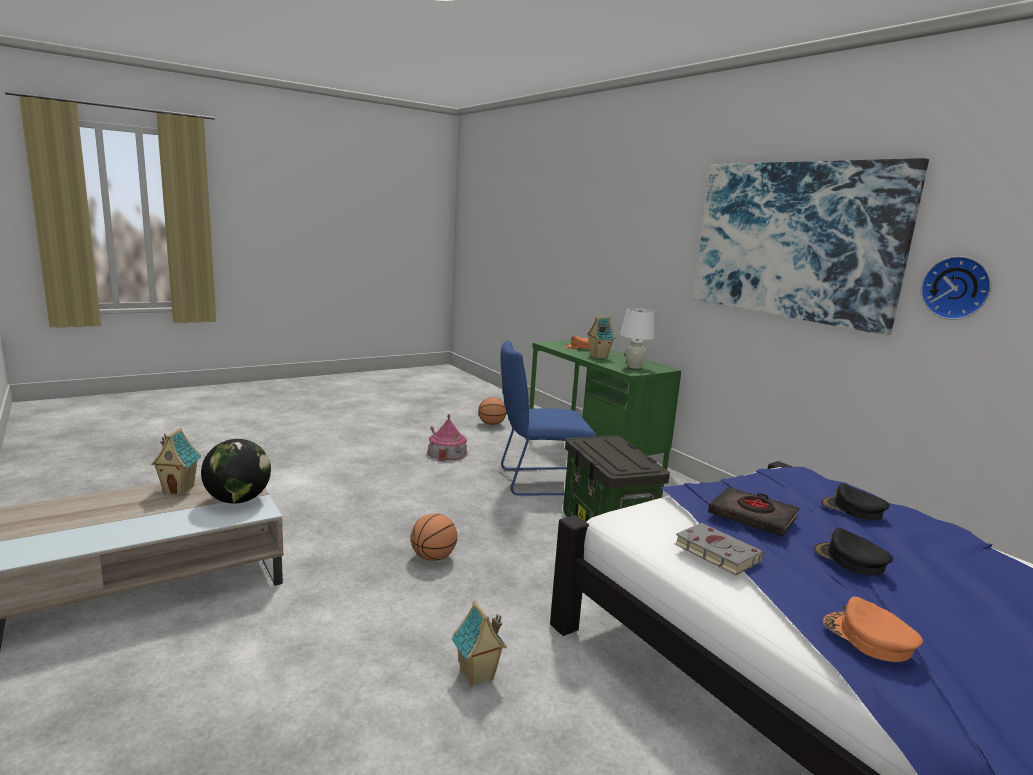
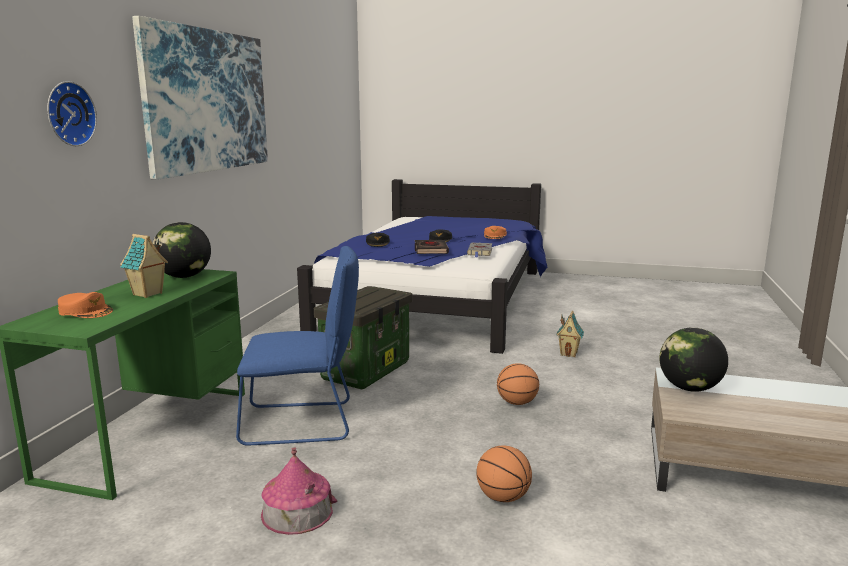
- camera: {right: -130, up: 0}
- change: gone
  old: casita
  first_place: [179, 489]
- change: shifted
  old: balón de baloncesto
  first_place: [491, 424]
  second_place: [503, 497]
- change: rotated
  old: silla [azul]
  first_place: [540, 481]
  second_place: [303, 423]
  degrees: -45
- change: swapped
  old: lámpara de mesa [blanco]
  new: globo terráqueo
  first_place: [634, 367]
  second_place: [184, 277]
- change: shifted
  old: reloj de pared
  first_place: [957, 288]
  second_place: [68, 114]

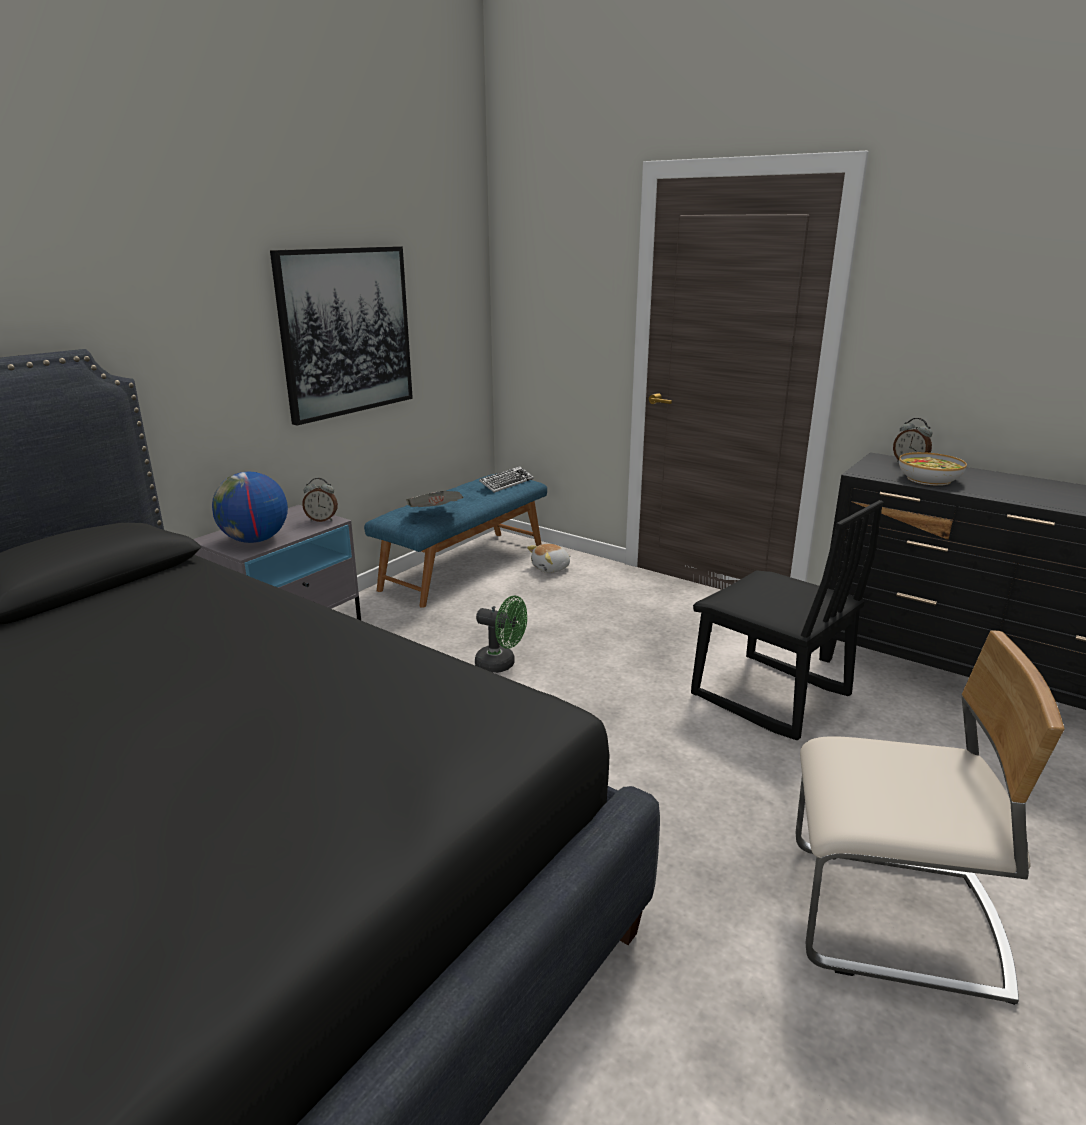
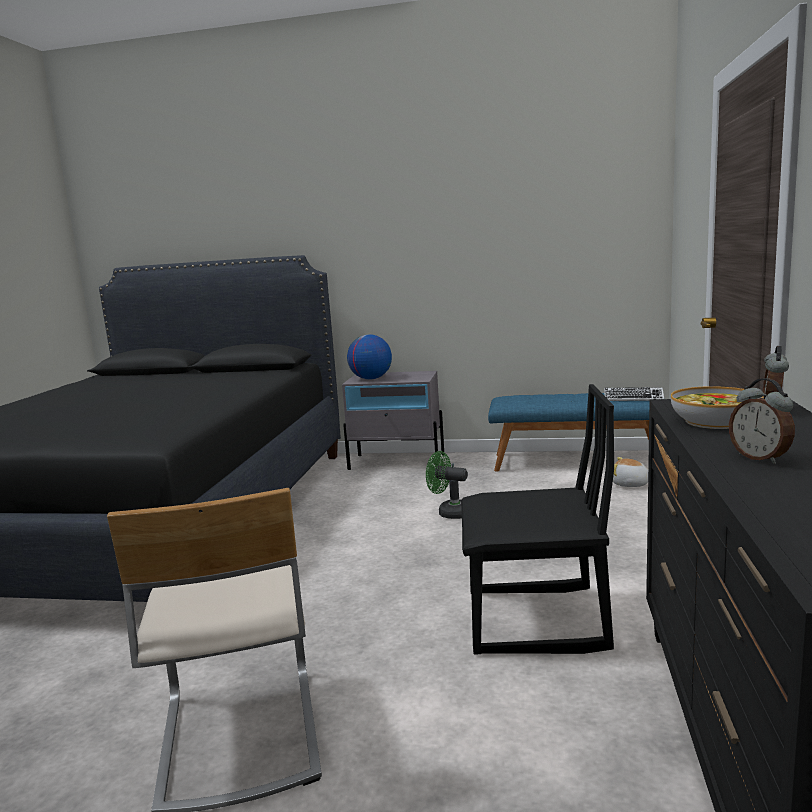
- camera: {right: 65, up: -10}
- change: gone
  old: cuadro
  first_place: [346, 332]
- change: shifted
  old: despertador
  first_place: [322, 520]
  second_place: [760, 458]
- change: gone
  old: periódico
  first_place: [435, 515]
- change: rotated
  old: ventilador [verde]
  first_place: [501, 664]
  second_place: [449, 512]
  degrees: 120
- change: rotated
  old: silla [negro]
  first_place: [769, 696]
  second_place: [535, 621]
  degrees: -105

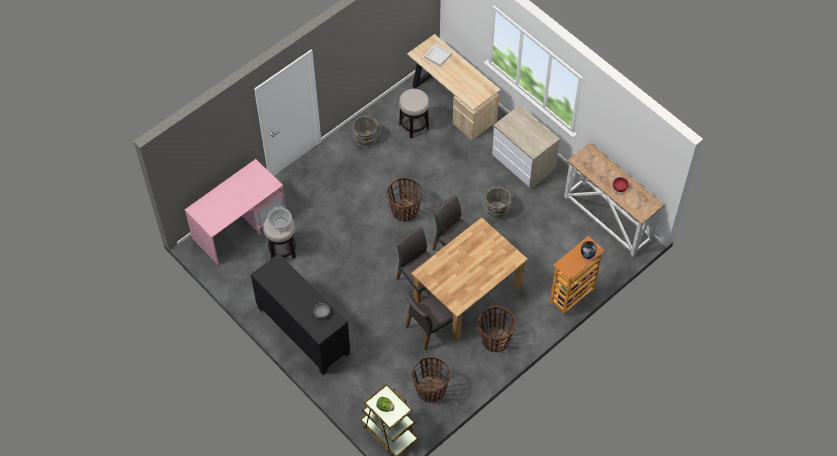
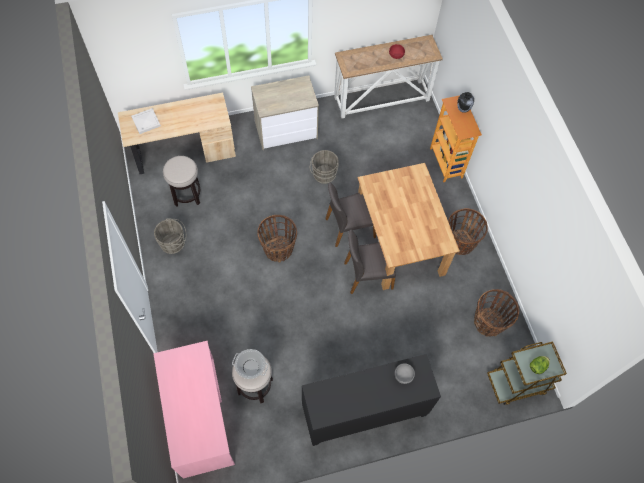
- camera: {right: -65, up: 5}
- change: gone
  old: silla [gris]
  first_place: [431, 328]

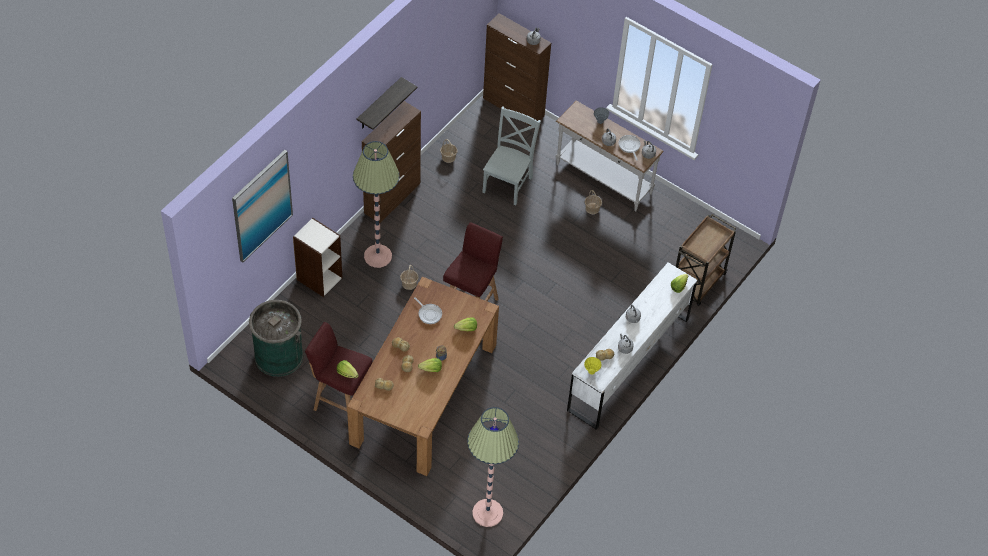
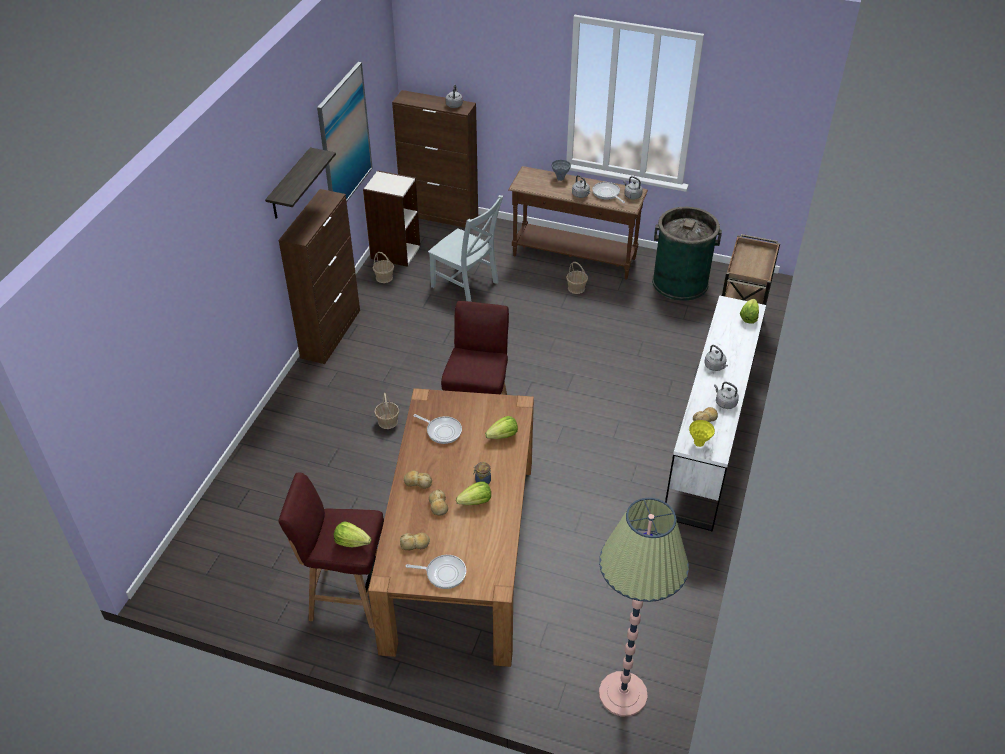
- camera: {right: -15, up: -10}
- change: shifted
  old: cuadro
  first_place: [262, 205]
  second_place: [344, 139]
- change: shifted
  old: papelera [verde]
  first_place: [279, 356]
  second_place: [680, 282]
- change: shifted
  old: estantería
  first_place: [319, 278]
  second_place: [395, 252]
- change: gone
  old: lámpara de pie
  first_place: [378, 256]
- change: rotated
  old: silla [gris]
  first_place: [508, 183]
  second_place: [466, 286]
  degrees: 120
- change: repainted
  old: mesa consola [blanco]
  new: mesa consola [marrón]
  first_place: [603, 179]
  second_place: [573, 258]
- change: new
  new: sartén
  second_place: [443, 573]

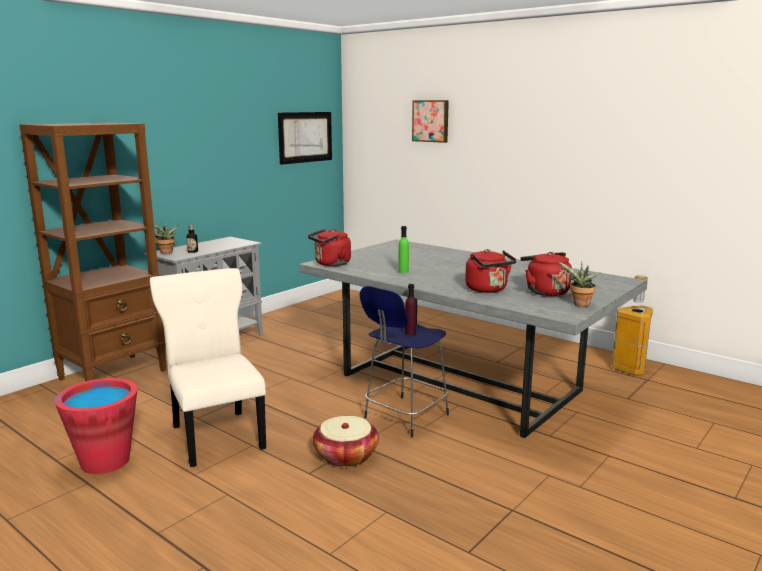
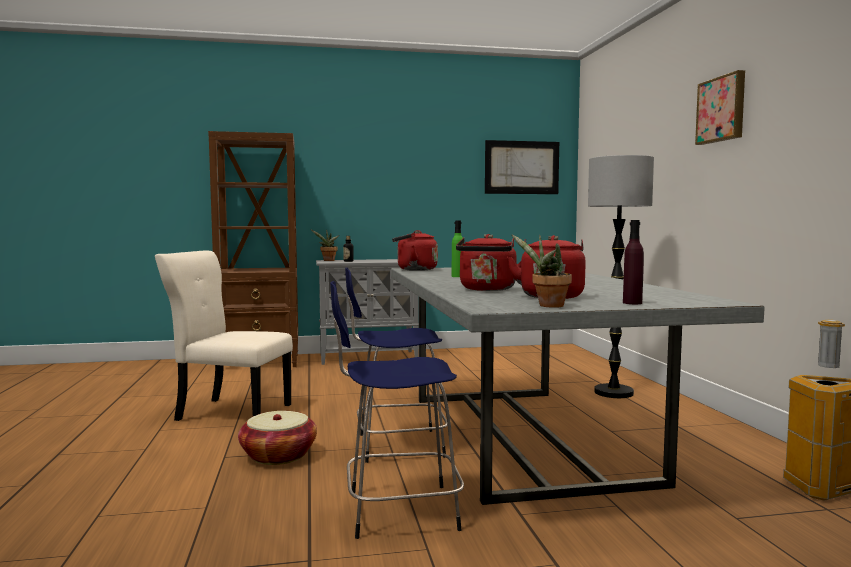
- camera: {right: 40, up: -10}
- change: gone
  old: cubo [rojo]
  first_place: [105, 462]
- change: rotated
  old: silla [beis]
  first_place: [217, 435]
  second_place: [230, 412]
  degrees: -90
- change: shifted
  old: botella [morado]
  first_place: [410, 333]
  second_place: [632, 303]
- change: shifted
  old: cuadro
  first_place: [431, 121]
  second_place: [722, 109]
- change: new
  new: taburete [azul]
  second_place: [397, 510]
- change: new
  new: lámpara de pie
  second_place: [614, 393]

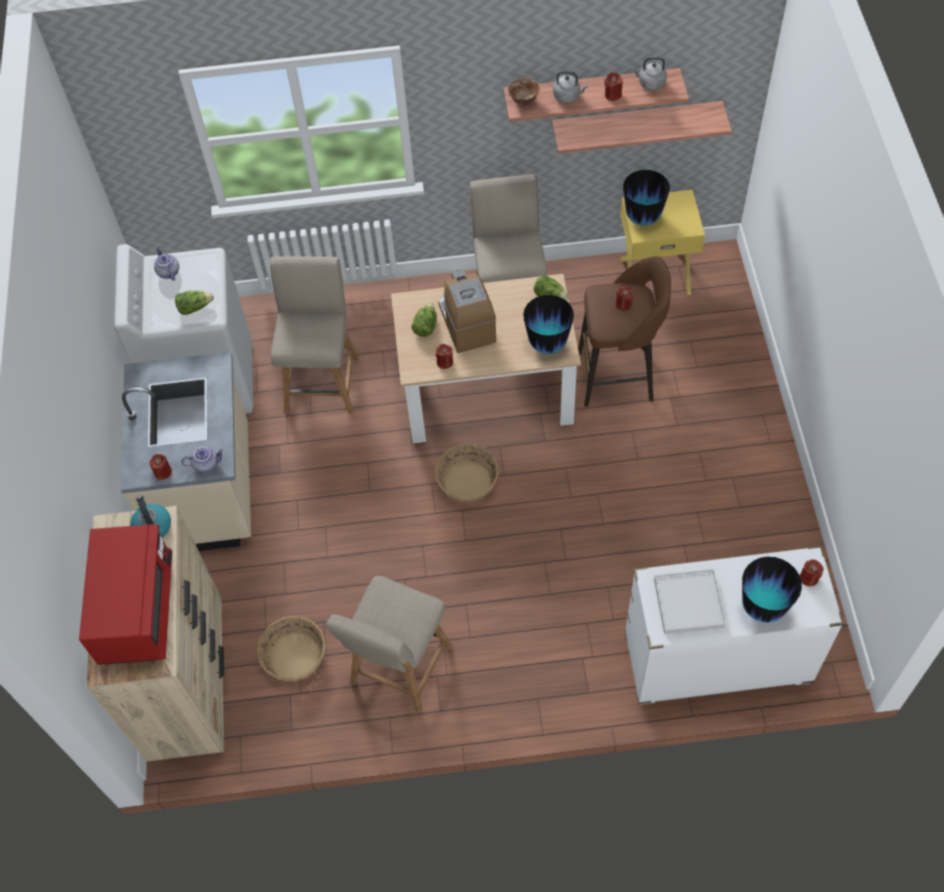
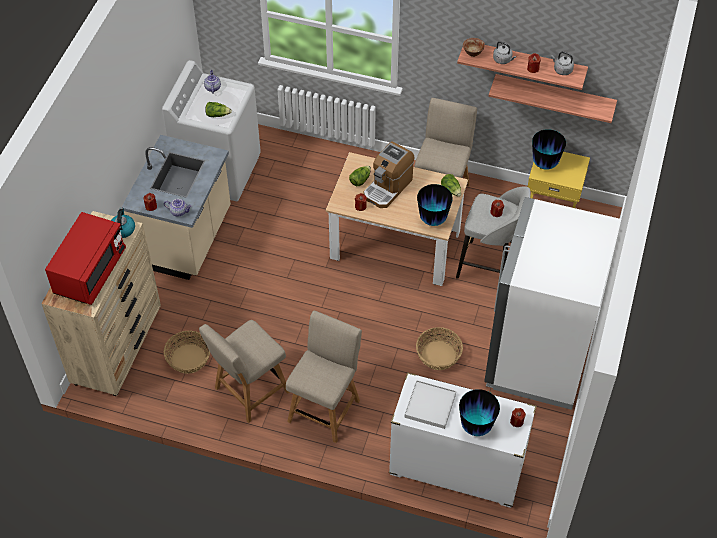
- camera: {right: 20, up: -5}
- change: shifted
  old: silla [beis]
  first_place: [322, 380]
  second_place: [325, 408]
- change: shifted
  old: cesta
  first_place: [467, 482]
  second_place: [438, 355]
- change: rotated
  old: cafetera
  first_place: [467, 323]
  second_place: [387, 187]
  degrees: -150
- change: repainted
  old: taburete [marrón]
  new: taburete [gris]
  first_place: [618, 376]
  second_place: [489, 267]
- change: new
  new: nevera [blanco]
  second_place: [538, 356]

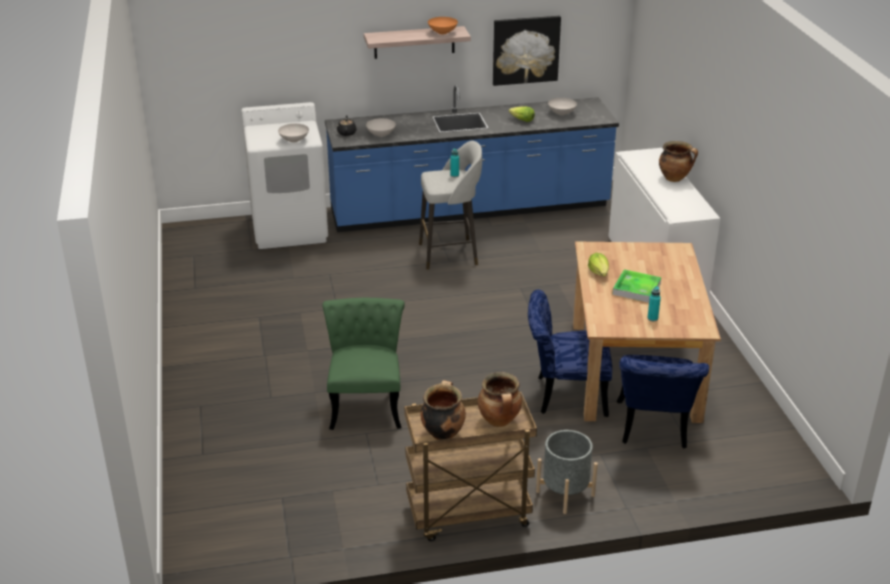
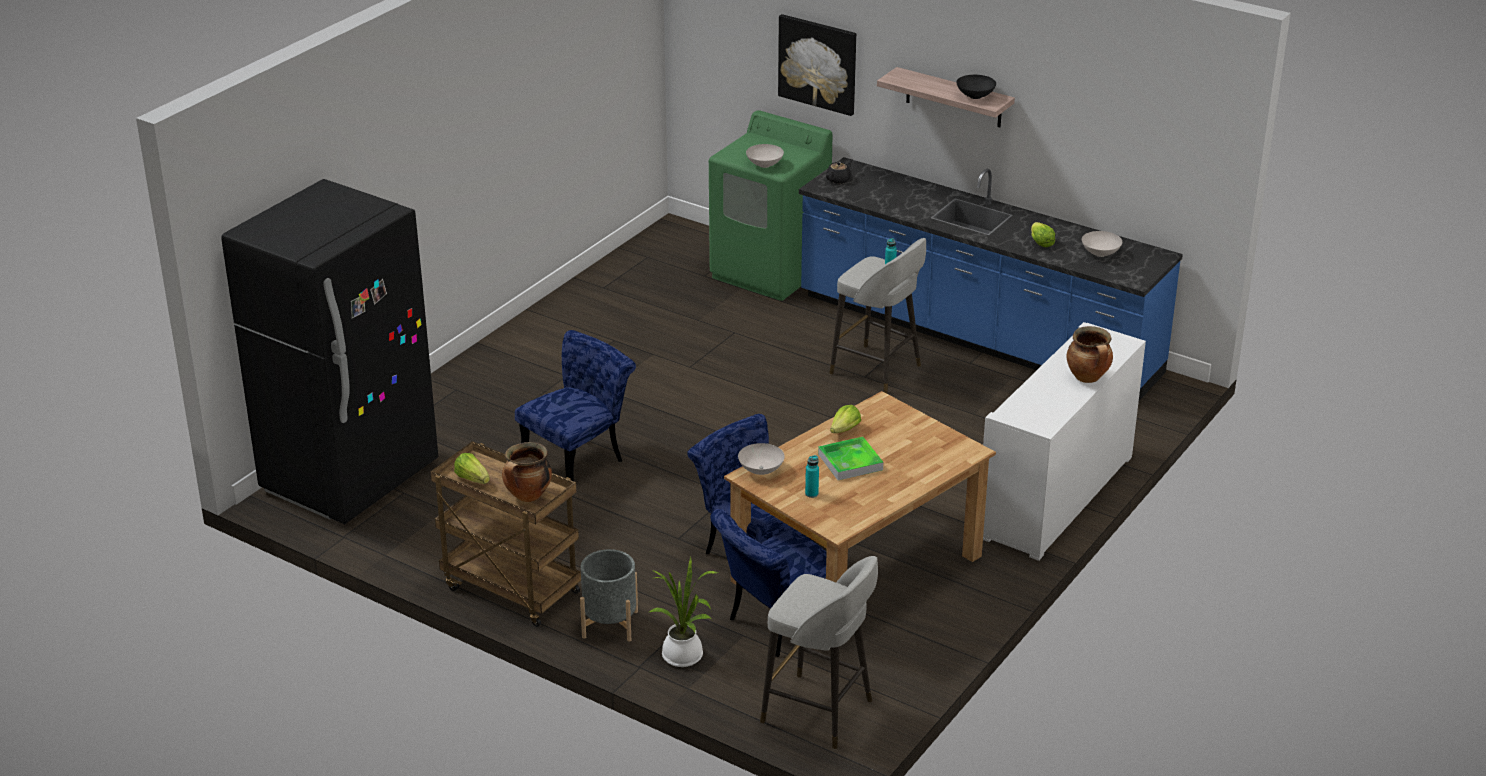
- camera: {right: 45, up: 0}
- change: repainted
  old: lavadora [blanco]
  new: lavadora [verde]
  first_place: [290, 229]
  second_place: [770, 272]
- change: repainted
  old: silla [verde]
  new: silla [azul]
  first_place: [366, 403]
  second_place: [579, 460]
- change: shifted
  old: cuenco [blanco]
  first_place: [381, 134]
  second_place: [761, 470]
- change: swapped
  old: olla
  new: lechuga
  first_place: [442, 433]
  second_place: [472, 479]
- change: repainted
  old: cuenco [naranja]
  new: cuenco [negro]
  first_place: [442, 32]
  second_place: [975, 96]
- change: shifted
  old: cuadro
  first_place: [525, 50]
  second_place: [818, 64]
- change: new
  new: nevera [negro]
  second_place: [350, 478]
- change: new
  new: planta en maceta
  second_place: [684, 657]
- change: new
  new: taburete [gris]
  second_place: [819, 712]

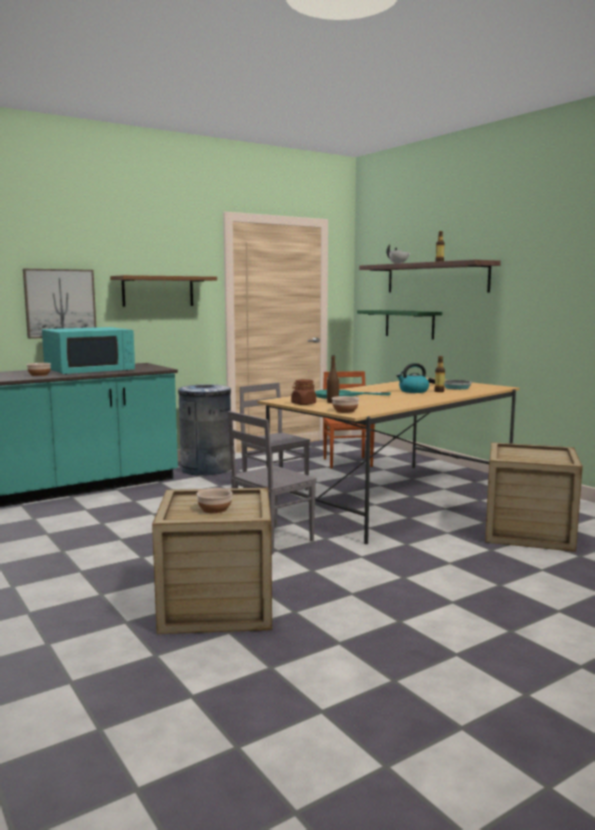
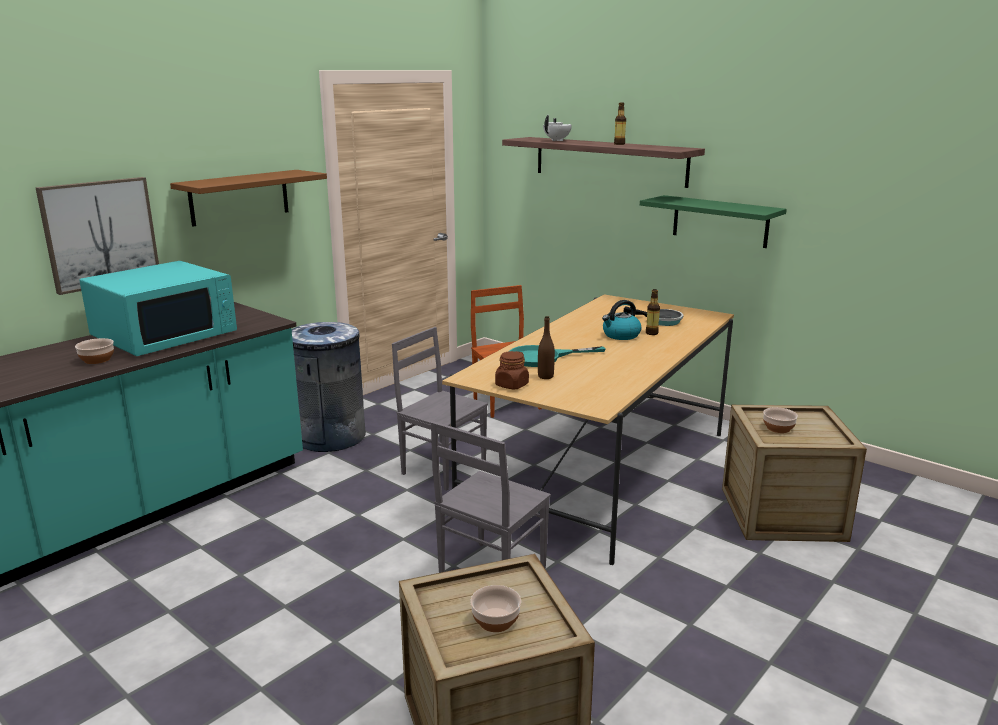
- camera: {right: -15, up: 10}
- change: shifted
  old: cuenco
  first_place: [345, 411]
  second_place: [778, 428]
- change: shifted
  old: estante [verde]
  first_place: [409, 324]
  second_place: [720, 221]

